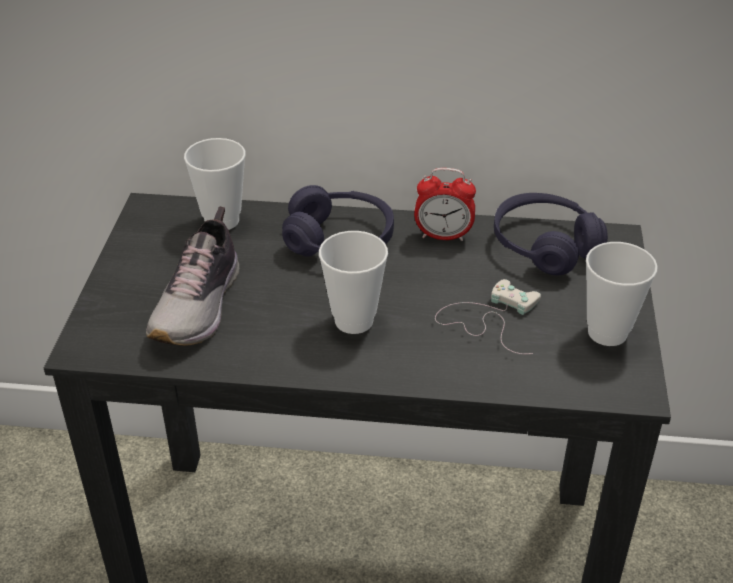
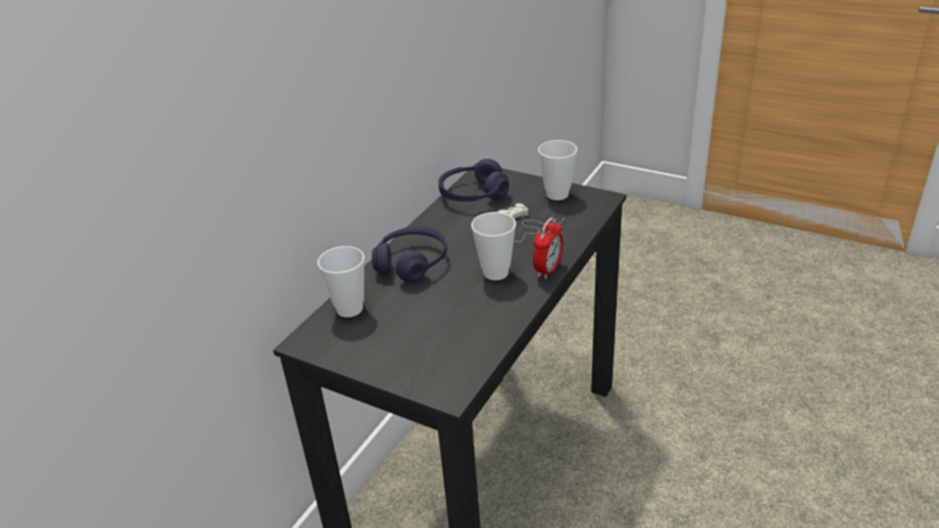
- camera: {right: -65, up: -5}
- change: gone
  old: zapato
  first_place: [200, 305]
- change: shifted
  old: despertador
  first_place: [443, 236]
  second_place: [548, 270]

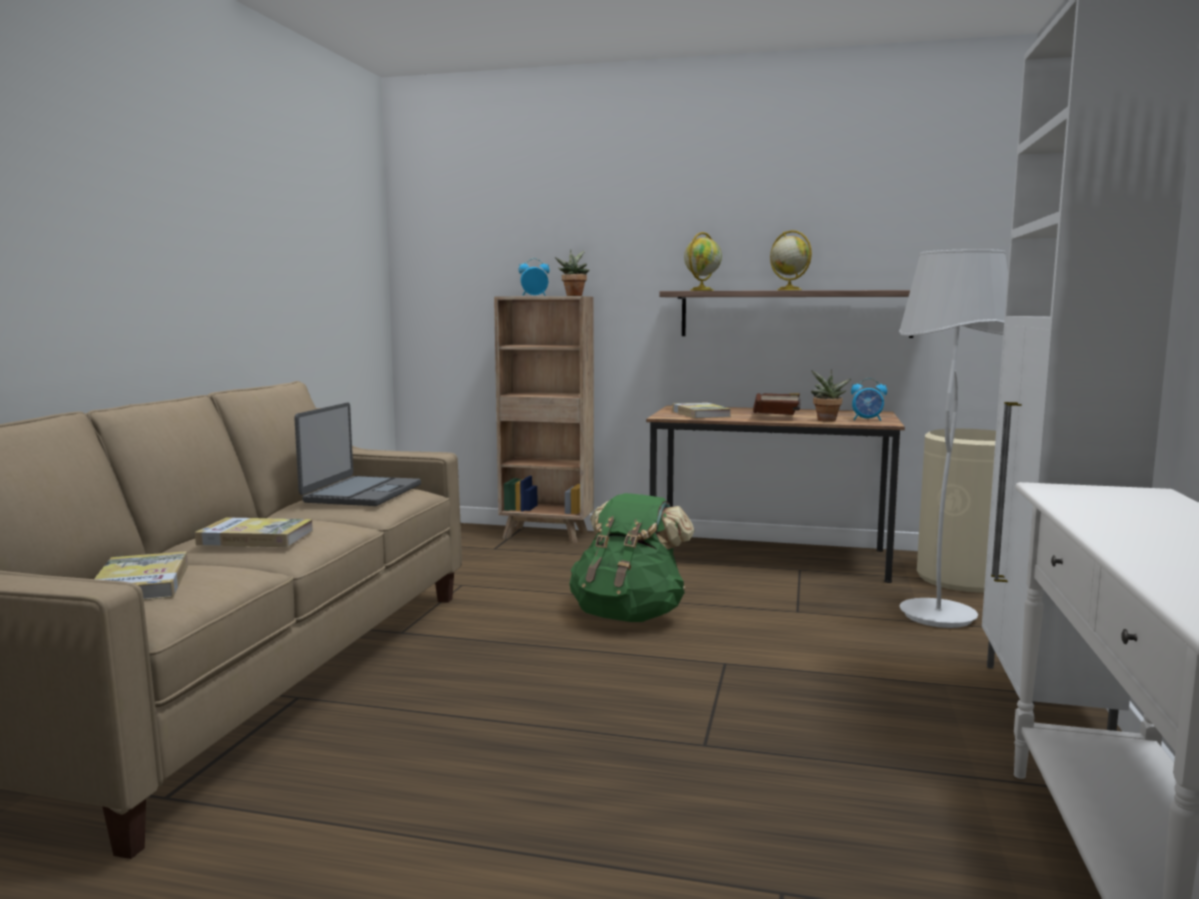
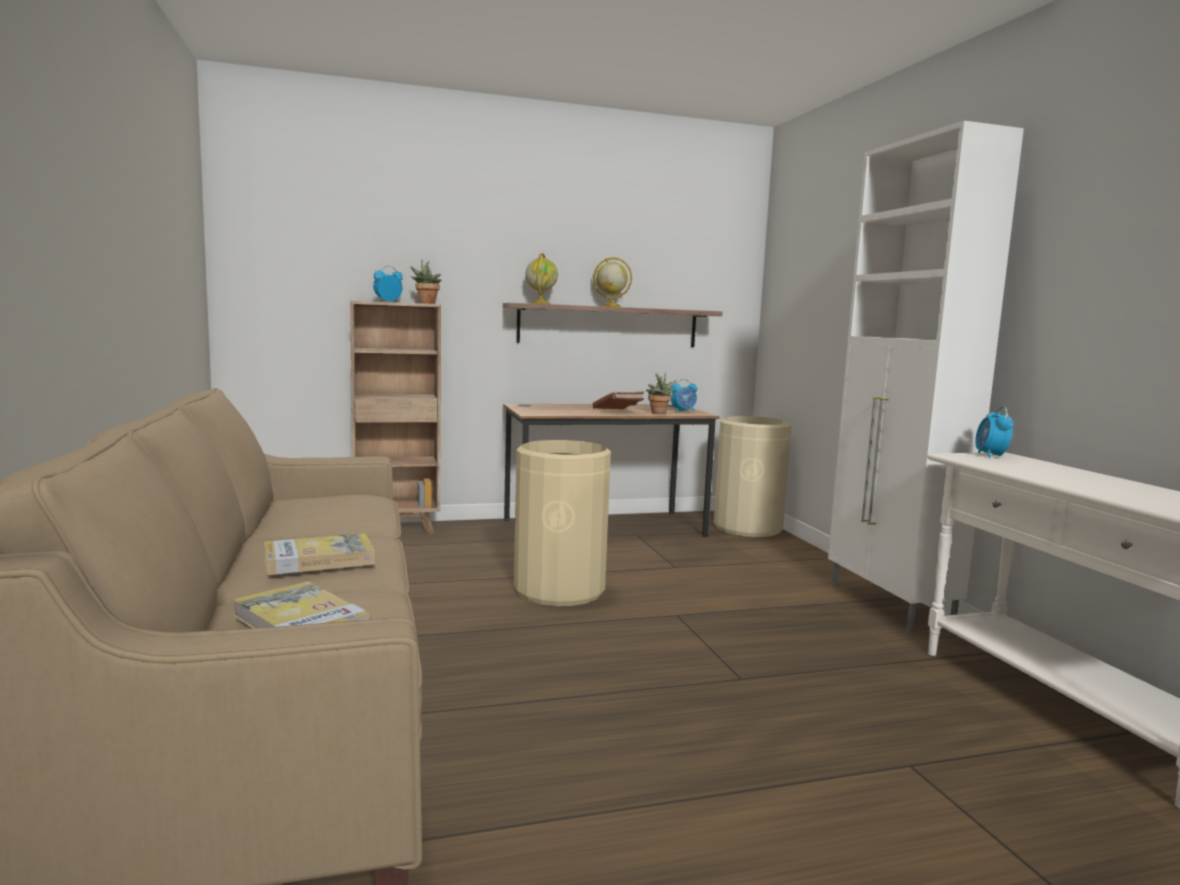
- camera: {right: -30, up: 0}
- change: gone
  old: portátil
  first_place: [361, 493]
- change: swapped
  old: mochila [verde]
  new: papelera [beis]
  first_place: [629, 616]
  second_place: [559, 590]
- change: gone
  old: libro
  first_place: [700, 414]
- change: gone
  old: lámpara de pie [blanco]
  first_place: [937, 616]
- change: new
  new: despertador
  second_place: [990, 456]

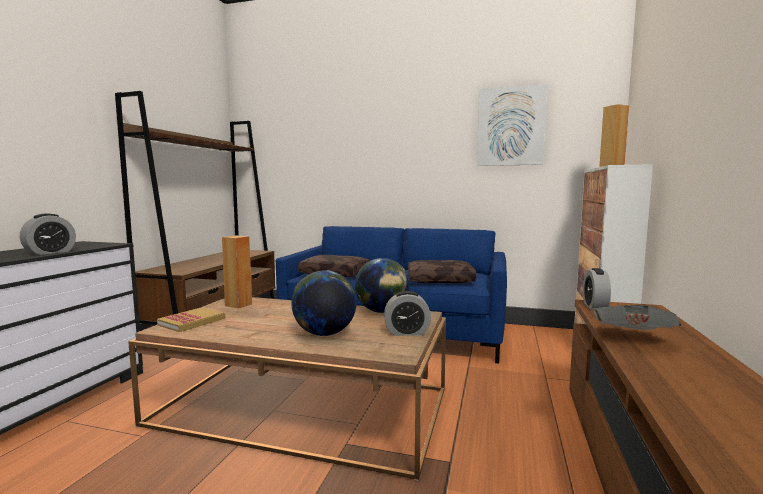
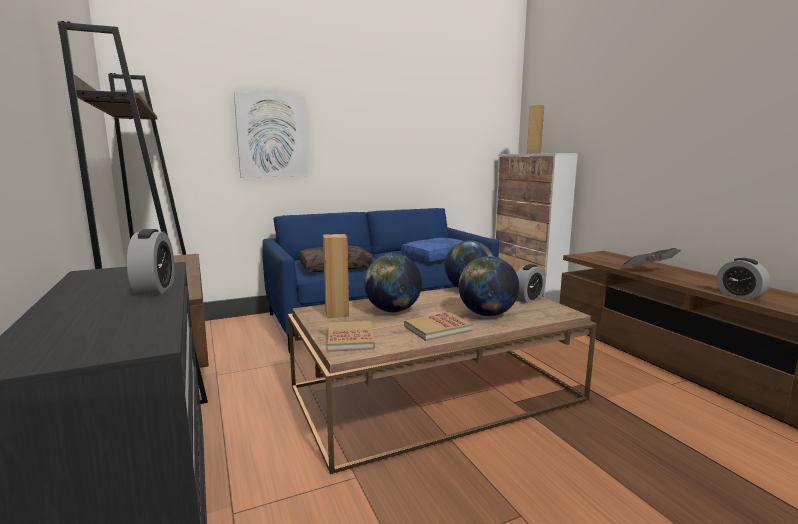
- camera: {right: -40, up: 5}
- change: repainted
  old: cojín [marrón]
  new: cojín [azul]
  first_place: [440, 280]
  second_place: [436, 257]
- change: shifted
  old: cuadro
  first_place: [510, 126]
  second_place: [272, 136]
- change: shifted
  old: despertador
  first_place: [595, 306]
  second_place: [739, 295]
- change: new
  new: globo terráqueo
  second_place: [392, 311]
- change: new
  new: libro
  second_place: [437, 328]

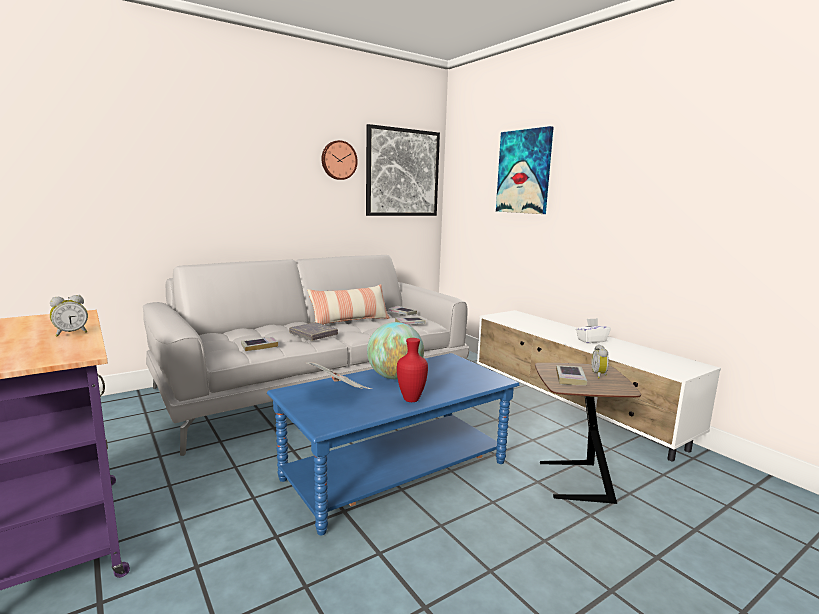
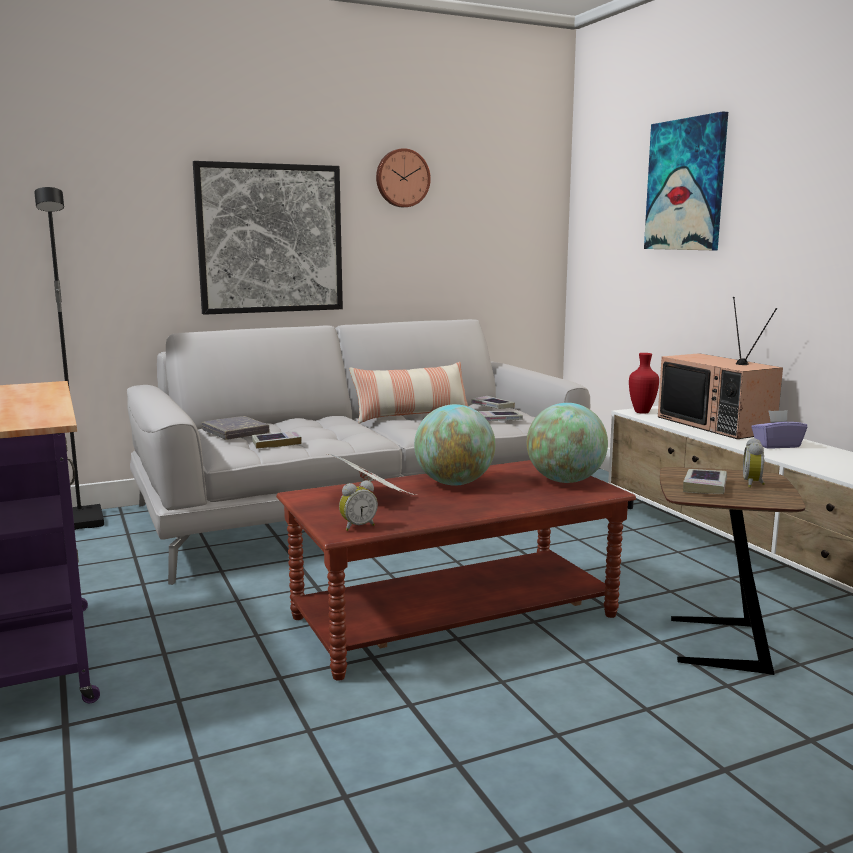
- camera: {right: 10, up: 0}
- change: shifted
  old: despertador
  first_place: [71, 333]
  second_place: [357, 526]
- change: repainted
  old: mesa de centro [azul]
  new: mesa de centro [marrón]
  first_place: [396, 471]
  second_place: [455, 617]
- change: shifted
  old: libro [gris]
  first_place: [313, 334]
  second_place: [235, 432]
- change: shifted
  old: cuadro
  first_place: [402, 173]
  second_place: [270, 239]
- change: shifted
  old: florero [rojo]
  first_place: [412, 399]
  second_place: [643, 412]
- change: repainted
  old: caja de pañuelos [blanco]
  new: caja de pañuelos [morado]
  first_place: [591, 340]
  second_place: [776, 445]
- change: new
  new: lámpara de pie [negro]
  second_place: [82, 521]
- change: new
  new: globo terráqueo
  second_place: [565, 481]
- change: new
  new: televisor
  second_place: [717, 425]

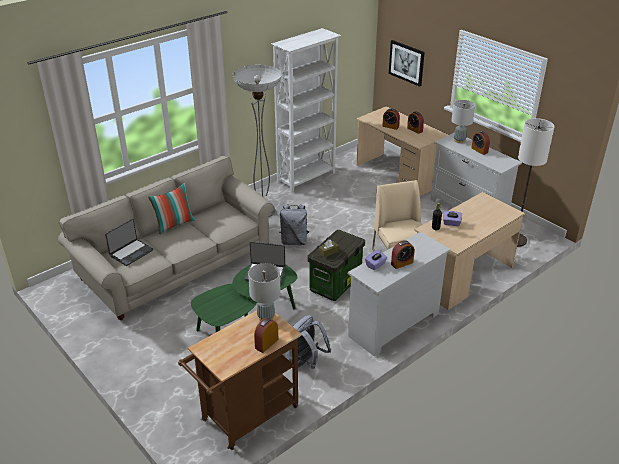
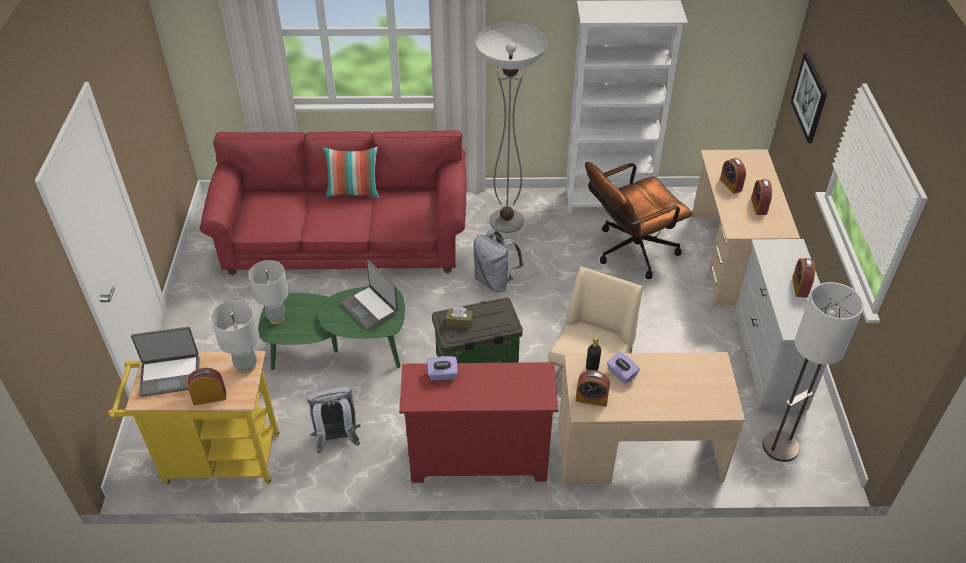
- camera: {right: 40, up: 10}
- change: repainted
  old: sofá [beis]
  new: sofá [rojo]
  first_place: [175, 265]
  second_place: [345, 240]
- change: shifted
  old: portátil
  first_place: [131, 253]
  second_place: [170, 375]
- change: repainted
  old: carrito [marrón]
  new: carrito [amarillo]
  first_place: [245, 417]
  second_place: [215, 459]
- change: repainted
  old: cómoda [blanco]
  new: cómoda [rojo]
  first_place: [393, 325]
  second_place: [478, 459]
- change: shifted
  old: despertador
  first_place: [402, 263]
  second_place: [591, 398]
- change: shifted
  old: lámpara de mesa [gris]
  first_place: [459, 140]
  second_place: [277, 318]
- change: new
  new: silla de oficina [marrón]
  second_place: [629, 252]

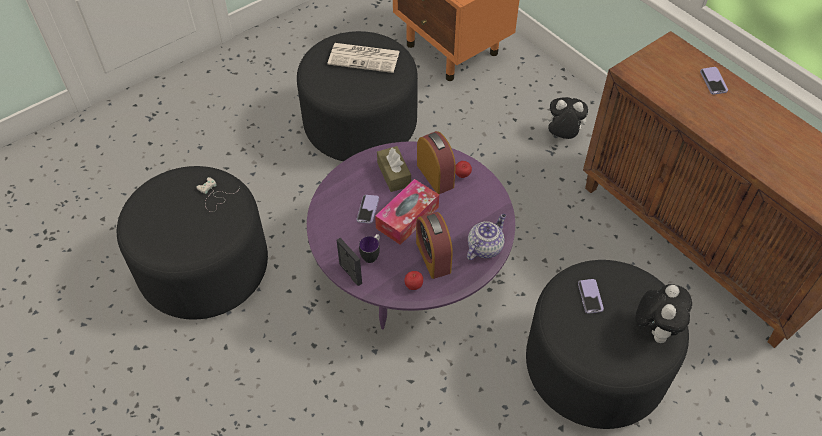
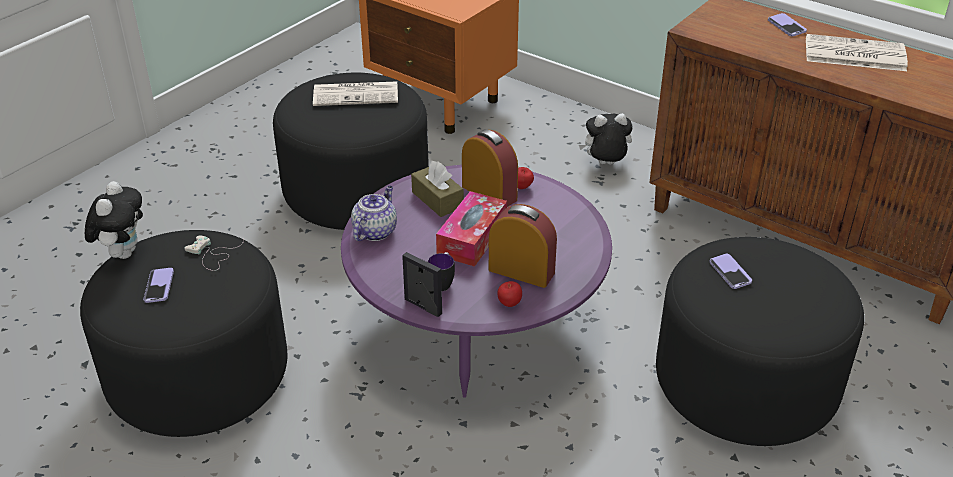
- camera: {right: -15, up: -15}
- change: shifted
  old: móvil
  first_place: [367, 209]
  second_place: [159, 286]
- change: rotated
  old: despertador
  first_place: [433, 257]
  second_place: [521, 271]
  degrees: 150
- change: shifted
  old: tetera
  first_place: [485, 247]
  second_place: [375, 231]
- change: shifted
  old: peluche
  first_place: [655, 329]
  second_place: [123, 252]
- change: new
  new: periódico
  second_place: [853, 54]

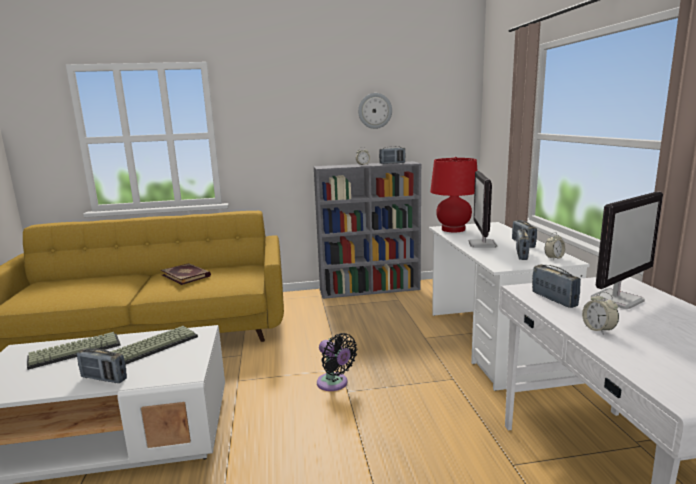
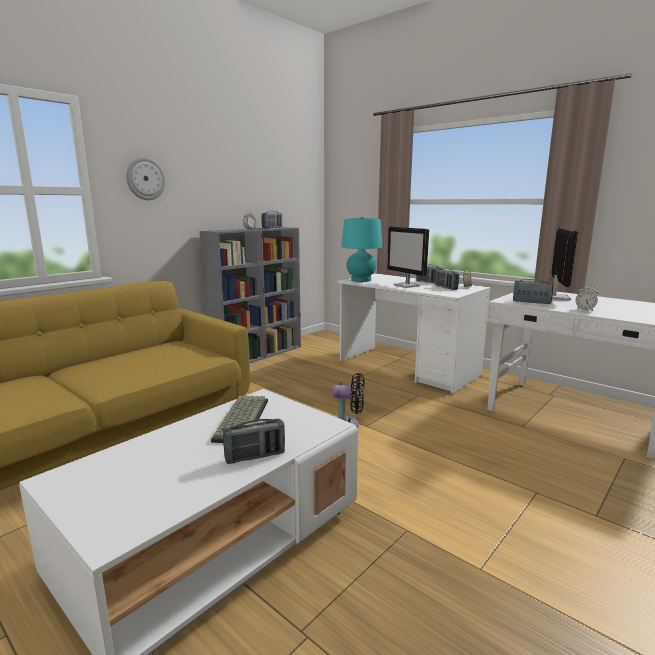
- camera: {right: -40, up: 0}
- change: gone
  old: teclado
  first_place: [76, 350]
- change: gone
  old: libro
  first_place: [186, 275]
- change: shifted
  old: reloj de pared
  first_place: [375, 111]
  second_place: [145, 178]
- change: repainted
  old: lámpara de mesa [rojo]
  new: lámpara de mesa [turquesa]
  first_place: [453, 229]
  second_place: [361, 280]

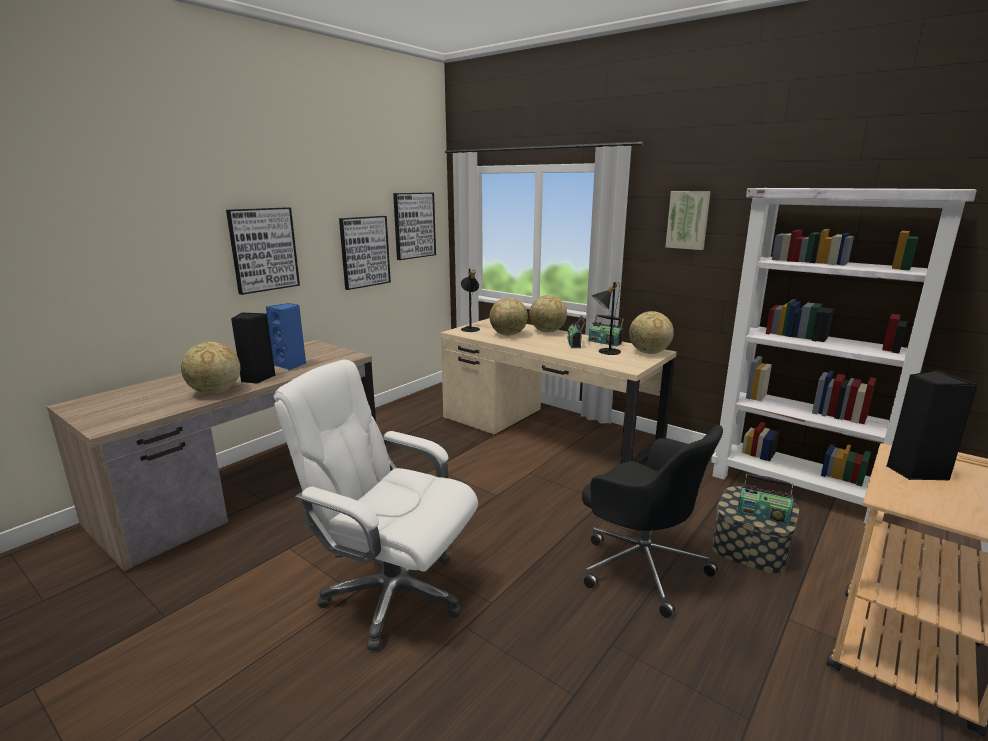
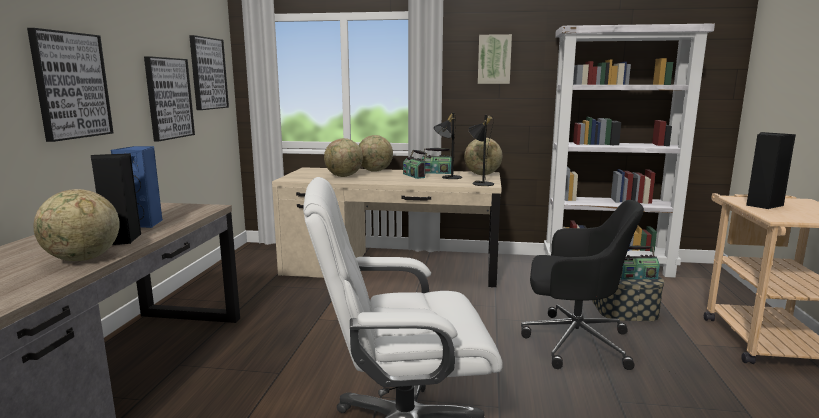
- camera: {right: -30, up: -5}
- change: shifted
  old: lámpara de mesa [negro]
  first_place: [470, 328]
  second_place: [480, 183]

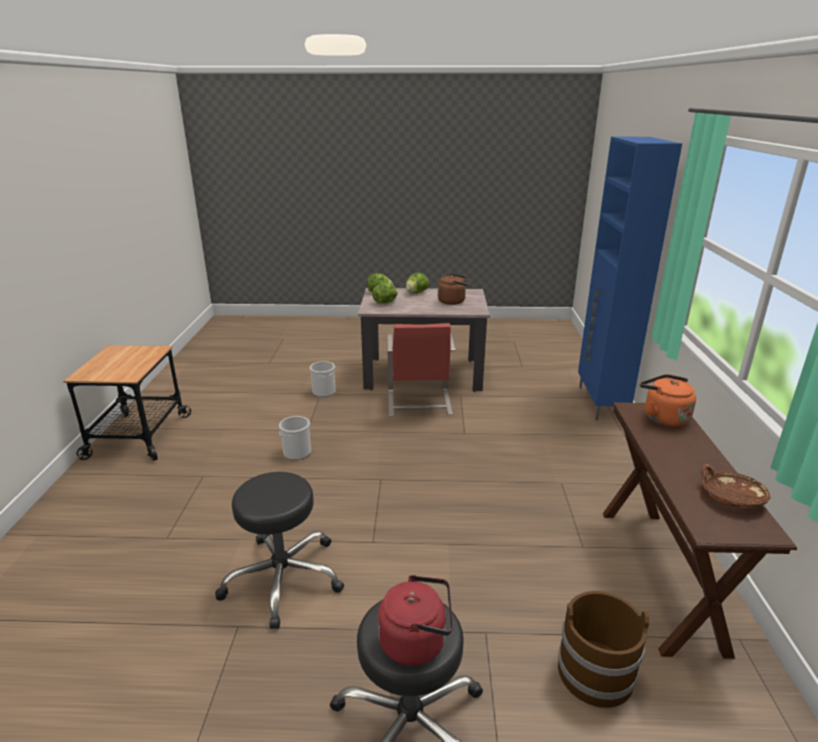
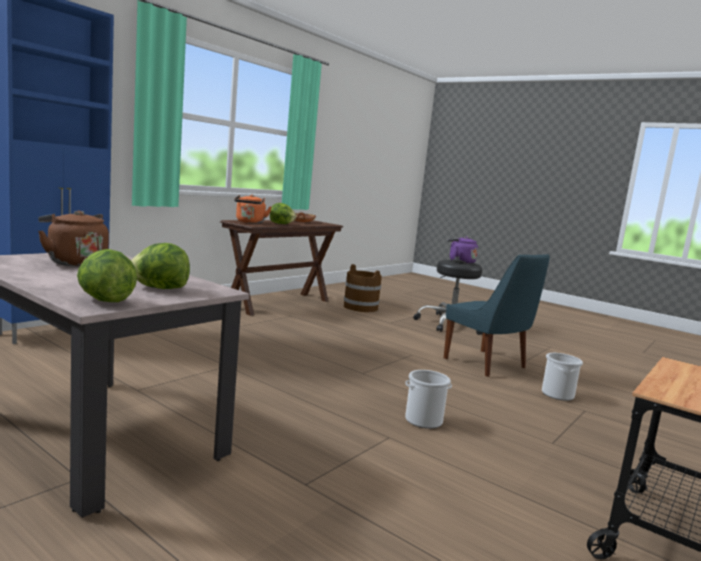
- camera: {right: -145, up: -15}
- change: swapped
  old: taburete [negro]
  new: silla [azul]
  first_place: [283, 577]
  second_place: [487, 364]
- change: shifted
  old: cubo
  first_place: [323, 392]
  second_place: [558, 395]
- change: repainted
  old: hervidor [rojo]
  new: hervidor [morado]
  first_place: [417, 642]
  second_place: [460, 262]
- change: gone
  old: silla [rojo]
  first_place: [418, 403]
- change: shifted
  old: lechuga
  first_place: [416, 293]
  second_place: [281, 224]

